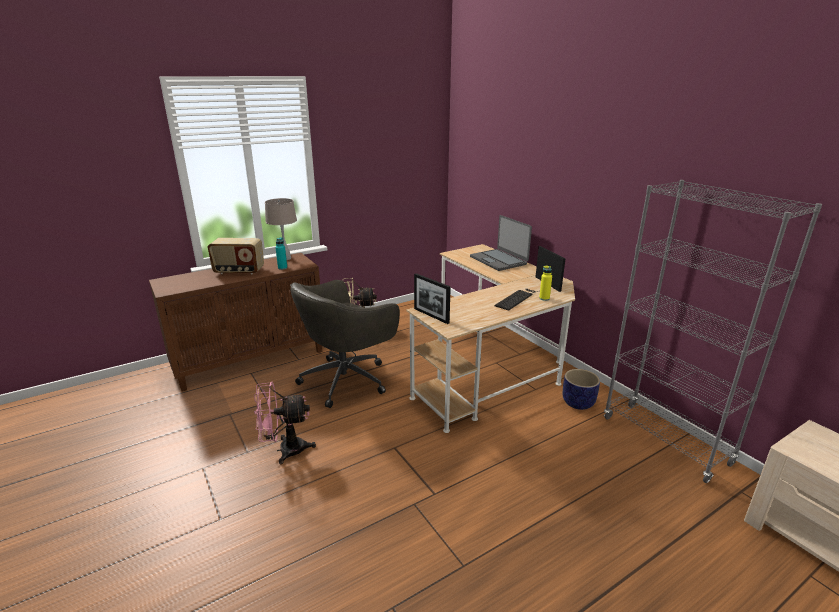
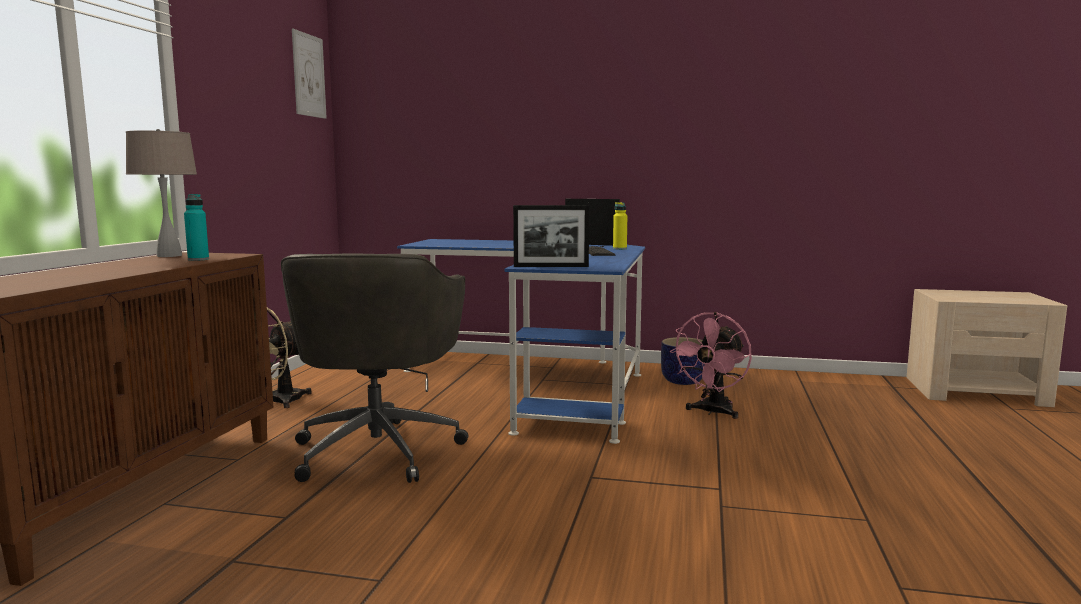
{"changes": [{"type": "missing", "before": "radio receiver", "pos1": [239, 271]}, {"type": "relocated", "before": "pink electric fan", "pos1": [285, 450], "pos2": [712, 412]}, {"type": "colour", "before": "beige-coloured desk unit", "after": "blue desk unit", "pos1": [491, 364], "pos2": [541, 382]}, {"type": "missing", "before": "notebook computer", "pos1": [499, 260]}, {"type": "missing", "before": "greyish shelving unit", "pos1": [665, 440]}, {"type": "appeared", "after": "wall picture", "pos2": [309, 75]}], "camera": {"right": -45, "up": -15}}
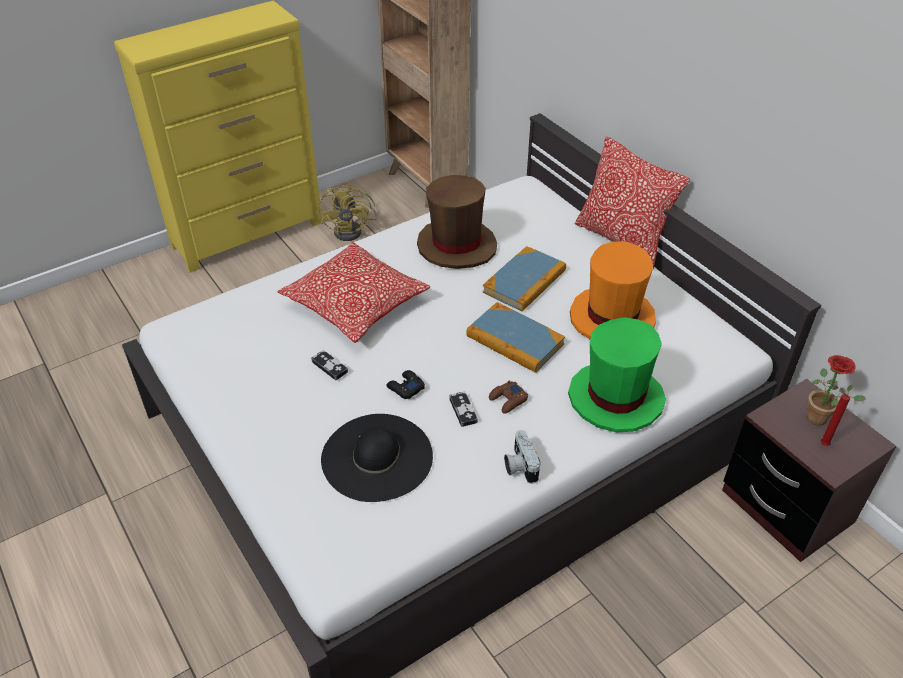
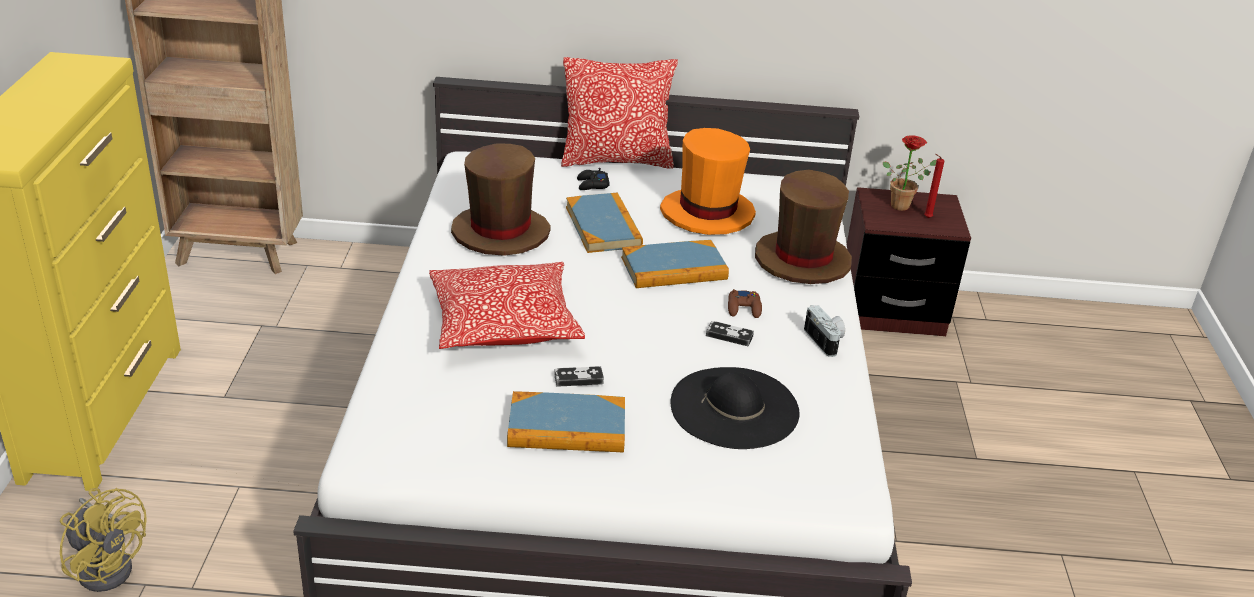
{"changes": [{"type": "relocated", "before": "yellowish electric fan", "pos1": [353, 230], "pos2": [108, 564]}, {"type": "relocated", "before": "black-coloured game controller", "pos1": [405, 388], "pos2": [592, 185]}, {"type": "spun", "before": "still camera", "pos1": [519, 465], "pos2": [826, 341], "turn": -135}, {"type": "colour", "before": "green clothing hat", "after": "brown clothing hat", "pos1": [615, 398], "pos2": [801, 260]}, {"type": "appeared", "after": "volume", "pos2": [567, 427]}], "camera": {"right": -55, "up": -10}}
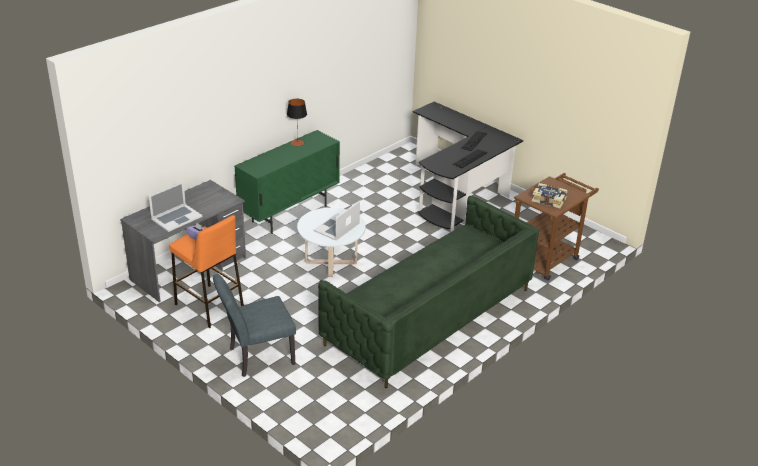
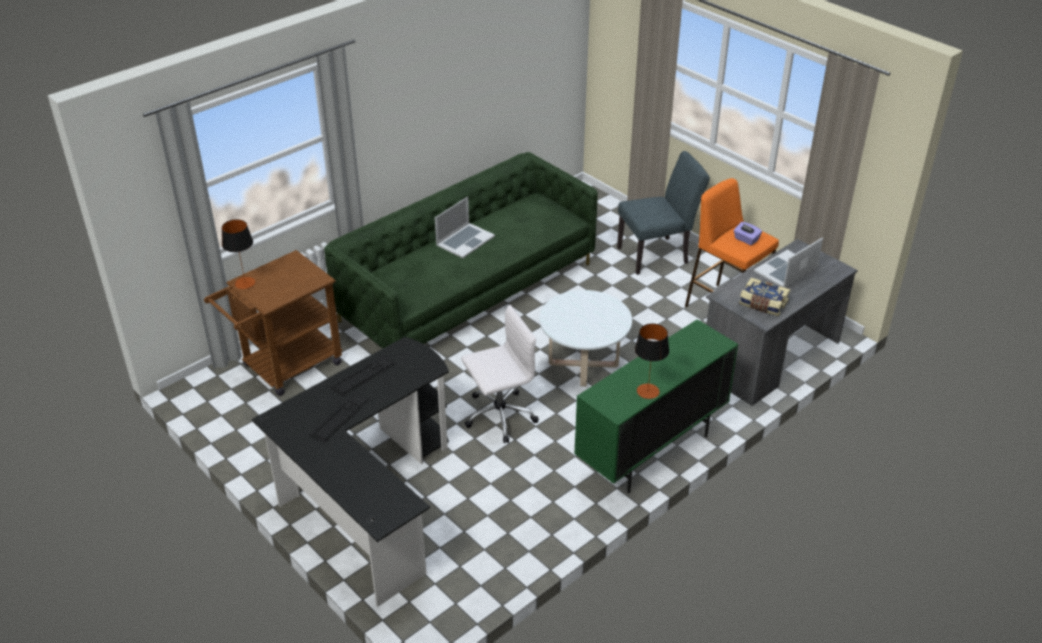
{"changes": [{"type": "relocated", "before": "notebook computer", "pos1": [337, 227], "pos2": [465, 240]}, {"type": "relocated", "before": "volume", "pos1": [549, 200], "pos2": [763, 304]}, {"type": "appeared", "after": "table lamp", "pos2": [245, 283]}, {"type": "appeared", "after": "white-coloured office chair", "pos2": [498, 416]}], "camera": {"right": -175, "up": 5}}
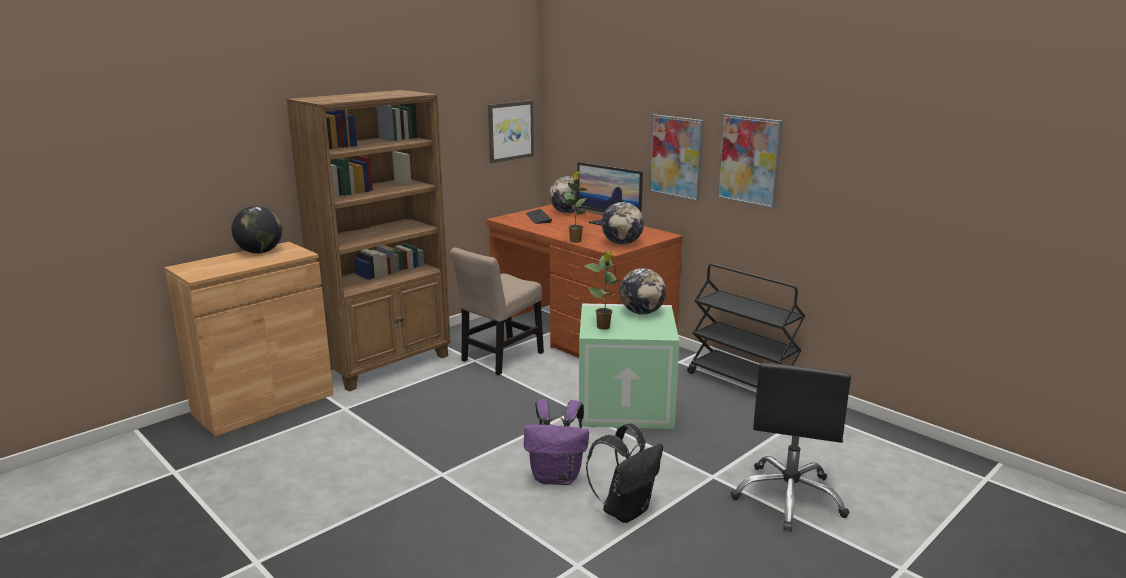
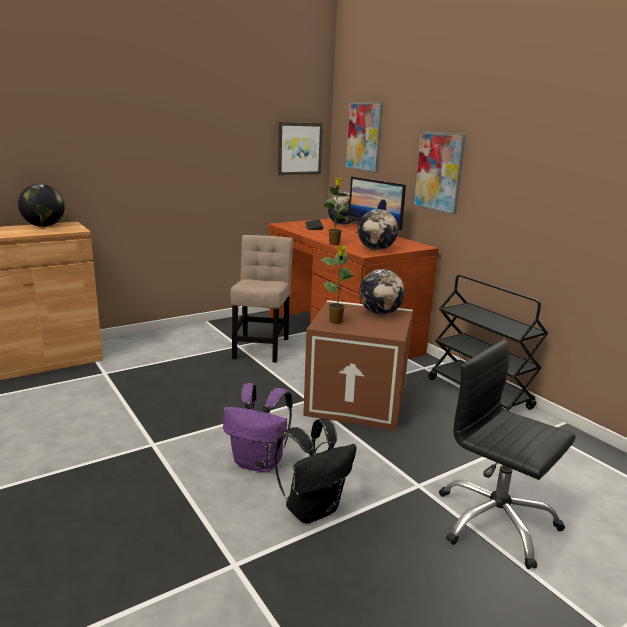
{"changes": [{"type": "missing", "before": "brown shelving unit", "pos1": [387, 364]}, {"type": "spun", "before": "beige-coloured plain chair", "pos1": [500, 358], "pos2": [261, 346], "turn": 135}, {"type": "colour", "before": "green storage container", "after": "brown storage container", "pos1": [626, 404], "pos2": [358, 400]}, {"type": "relocated", "before": "wall picture", "pos1": [749, 160], "pos2": [364, 136]}, {"type": "spun", "before": "black-coloured office chair", "pos1": [789, 497], "pos2": [495, 522], "turn": 105}], "camera": {"right": 10, "up": 0}}
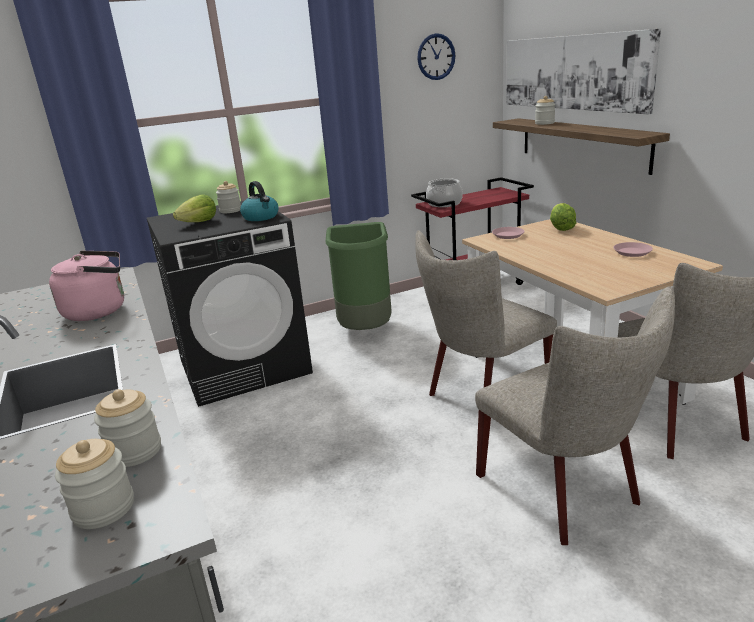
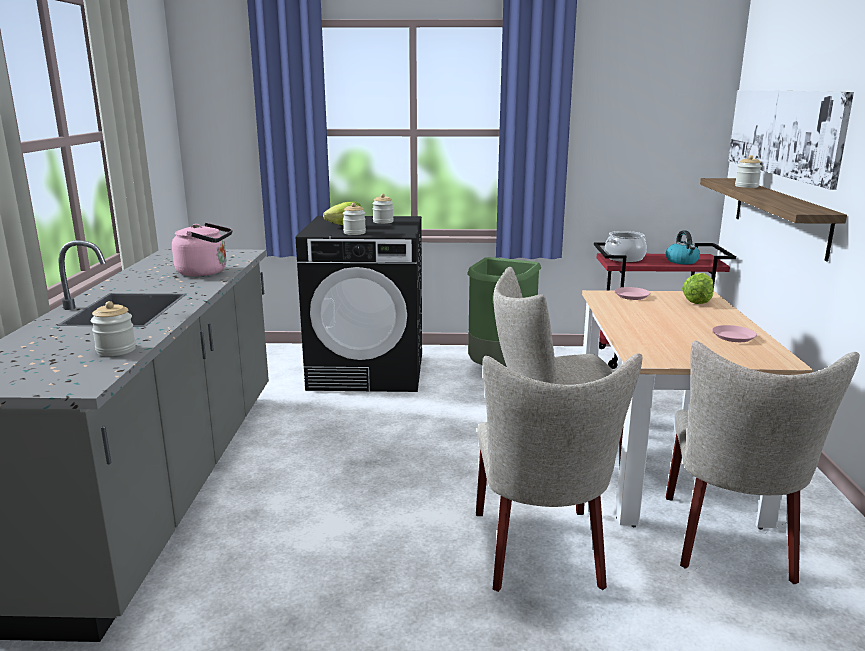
{"changes": [{"type": "relocated", "before": "storage jar", "pos1": [103, 508], "pos2": [354, 233]}, {"type": "relocated", "before": "tea kettle", "pos1": [261, 217], "pos2": [682, 261]}, {"type": "missing", "before": "hanging clock", "pos1": [436, 57]}], "camera": {"right": 25, "up": -5}}
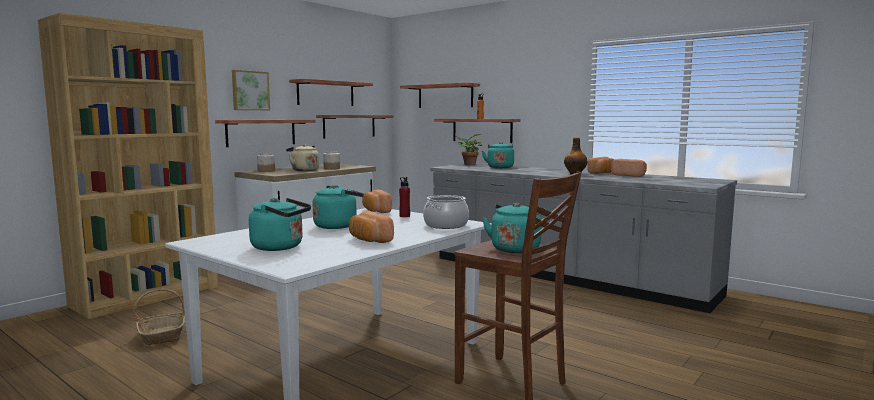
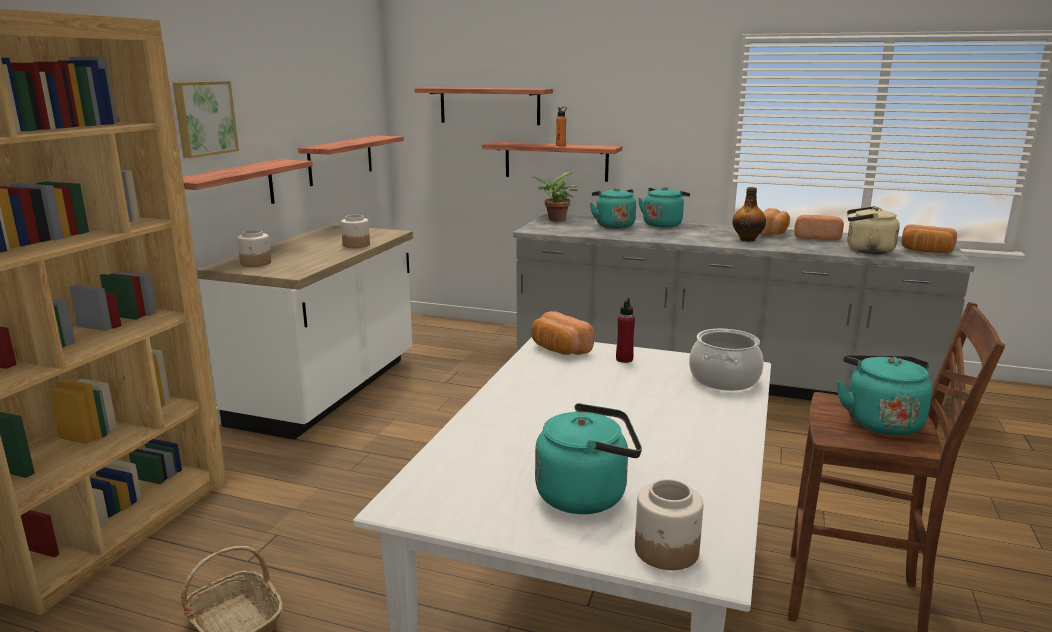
{"changes": [{"type": "relocated", "before": "beige-coloured tea kettle", "pos1": [304, 170], "pos2": [866, 251]}, {"type": "missing", "before": "bracket shelf", "pos1": [326, 93]}, {"type": "relocated", "before": "turquoise tea kettle", "pos1": [338, 226], "pos2": [663, 224]}, {"type": "relocated", "before": "bread", "pos1": [369, 240], "pos2": [925, 252]}, {"type": "appeared", "after": "storage jar", "pos2": [667, 551]}], "camera": {"right": -20, "up": 10}}
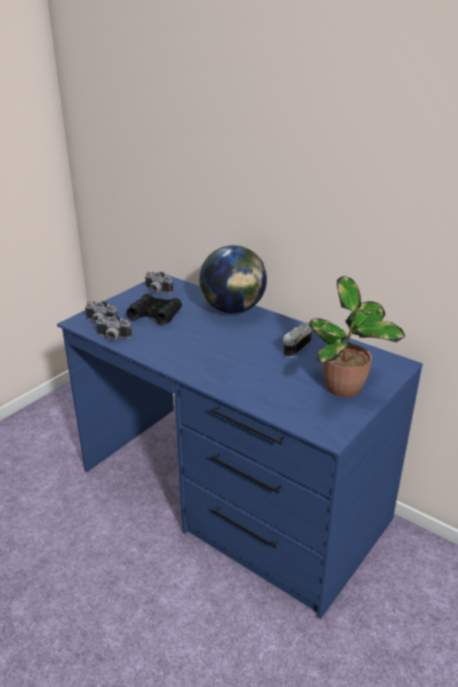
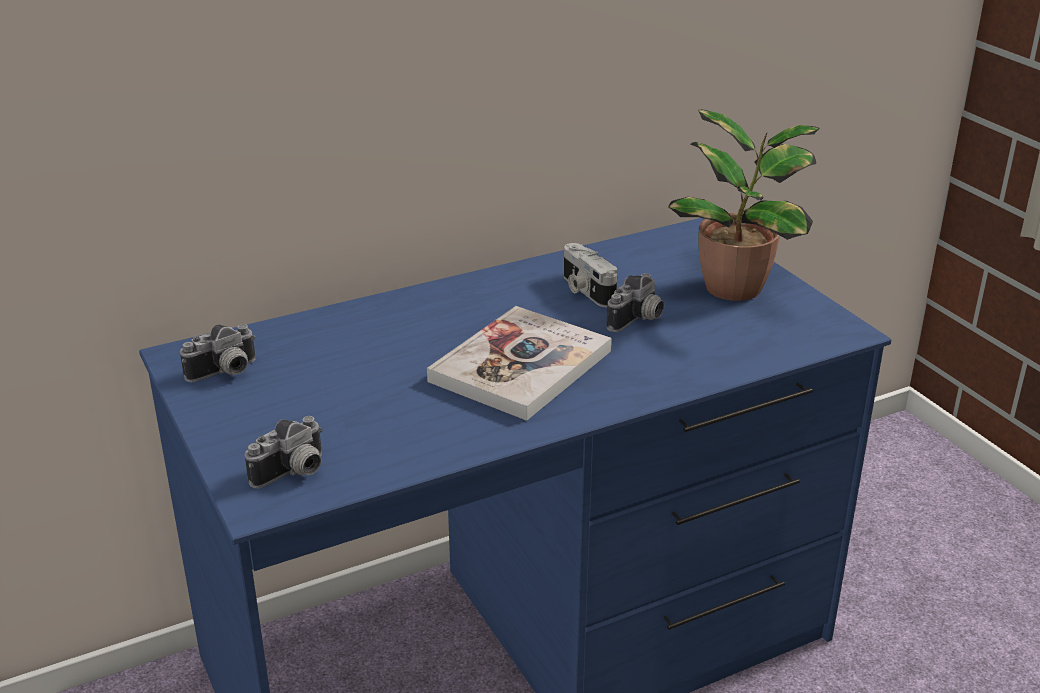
{"changes": [{"type": "relocated", "before": "still camera", "pos1": [112, 337], "pos2": [638, 320]}, {"type": "missing", "before": "black-coloured pair of binoculars", "pos1": [155, 315]}, {"type": "missing", "before": "desk globe", "pos1": [233, 310]}, {"type": "appeared", "after": "volume", "pos2": [520, 366]}], "camera": {"right": -65, "up": 0}}
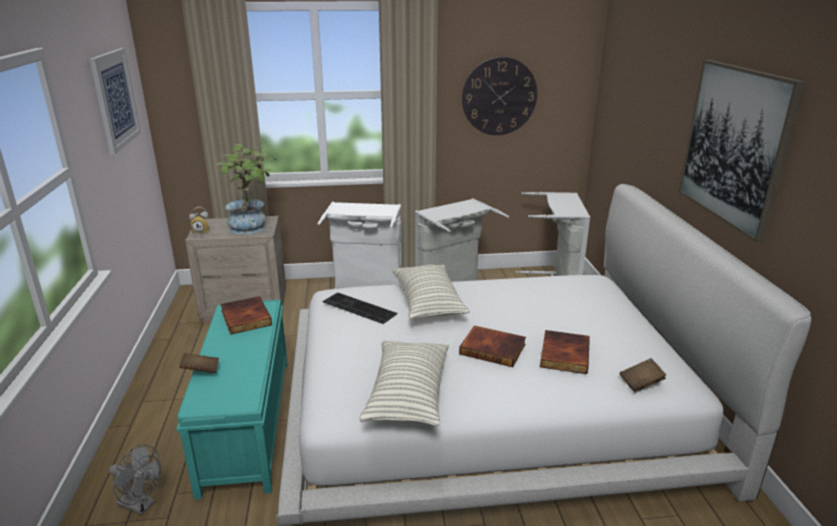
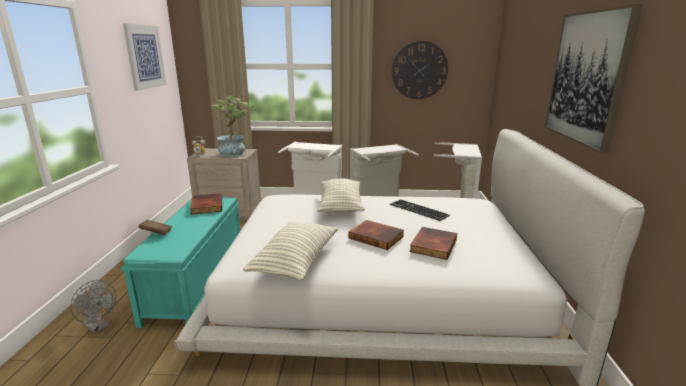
{"changes": [{"type": "relocated", "before": "computer keyboard", "pos1": [357, 308], "pos2": [417, 210]}, {"type": "missing", "before": "brown volume", "pos1": [641, 383]}], "camera": {"right": 10, "up": -5}}
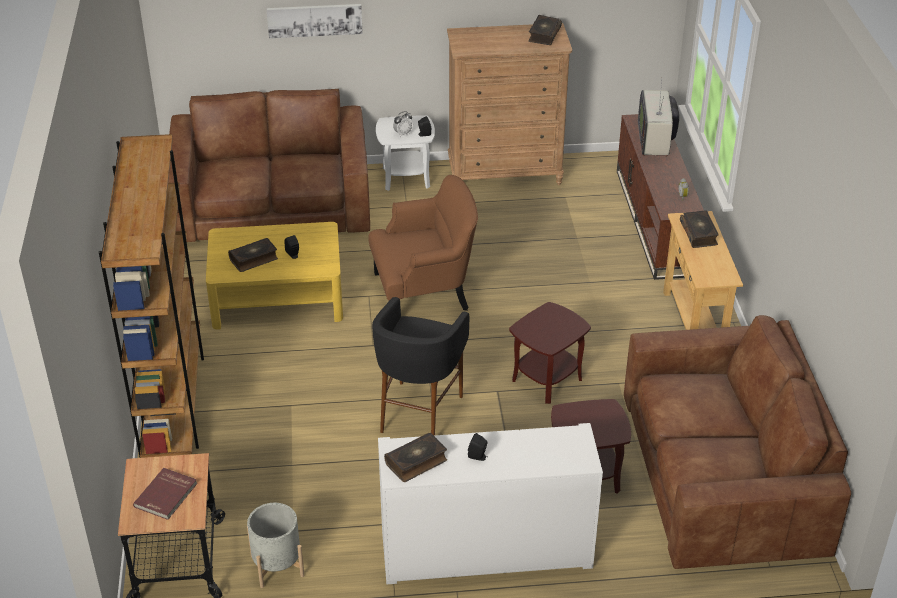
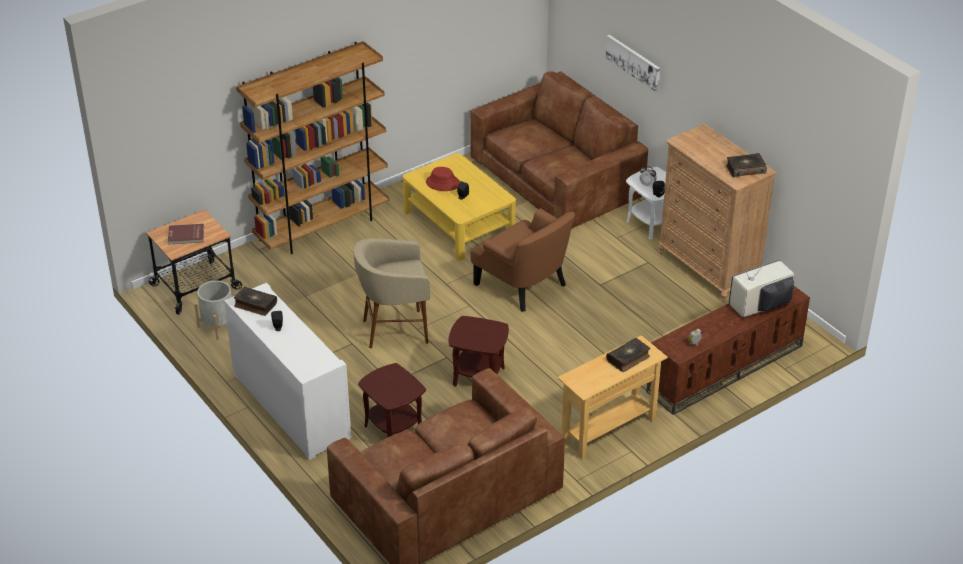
{"changes": [{"type": "exchanged", "before": "volume", "after": "reddish clothing hat", "pos1": [254, 259], "pos2": [442, 183]}, {"type": "colour", "before": "black-coloured stool seat", "after": "beige-coloured stool seat", "pos1": [419, 413], "pos2": [394, 330]}], "camera": {"right": 60, "up": 0}}
